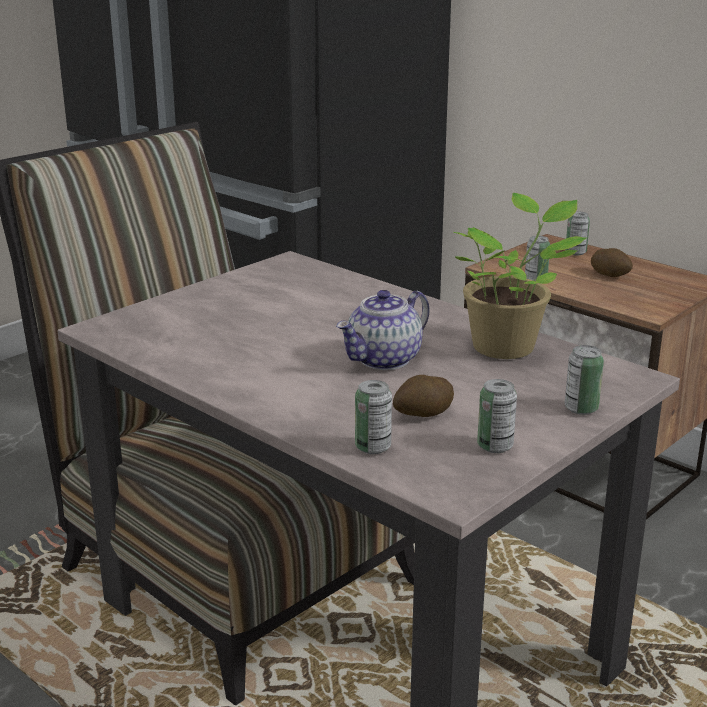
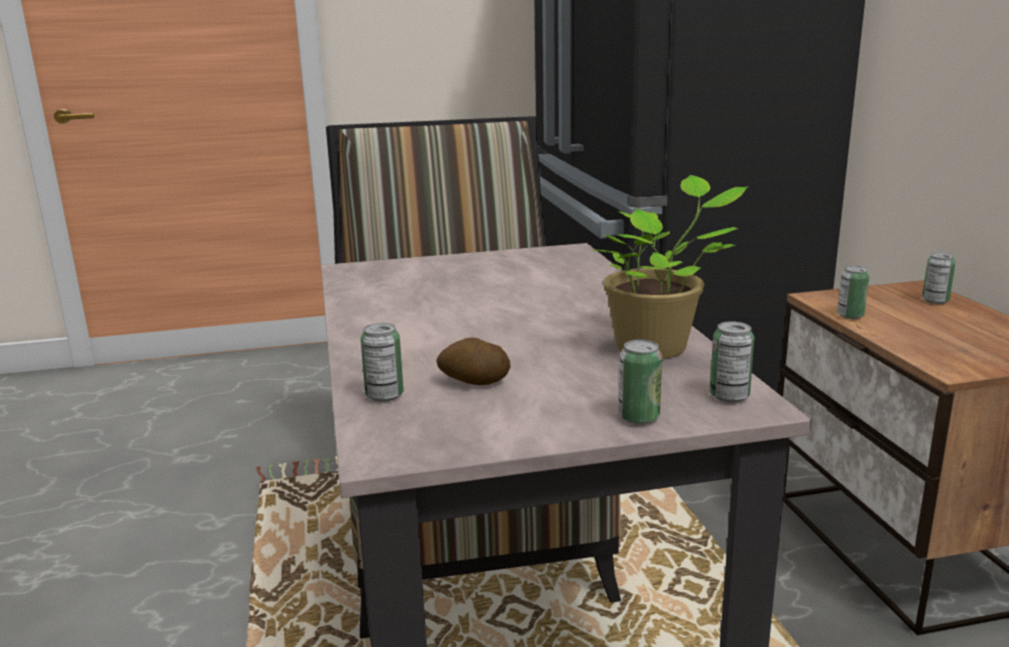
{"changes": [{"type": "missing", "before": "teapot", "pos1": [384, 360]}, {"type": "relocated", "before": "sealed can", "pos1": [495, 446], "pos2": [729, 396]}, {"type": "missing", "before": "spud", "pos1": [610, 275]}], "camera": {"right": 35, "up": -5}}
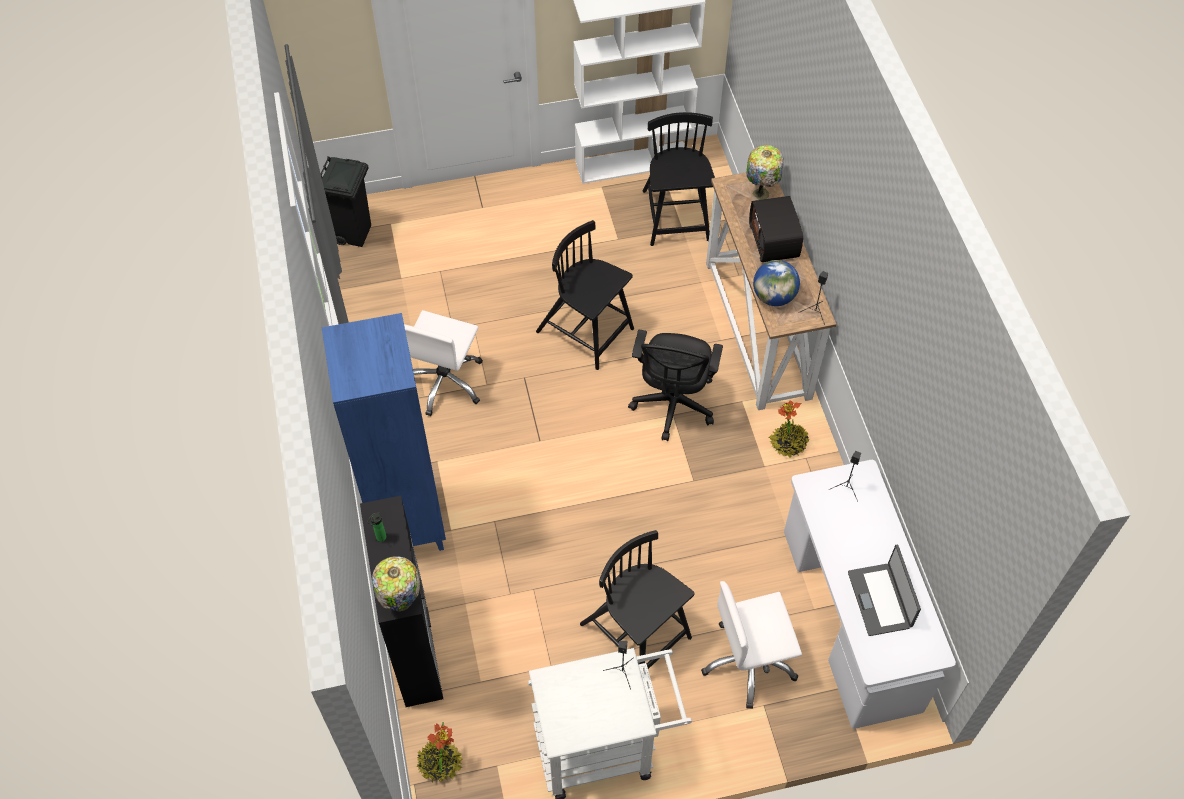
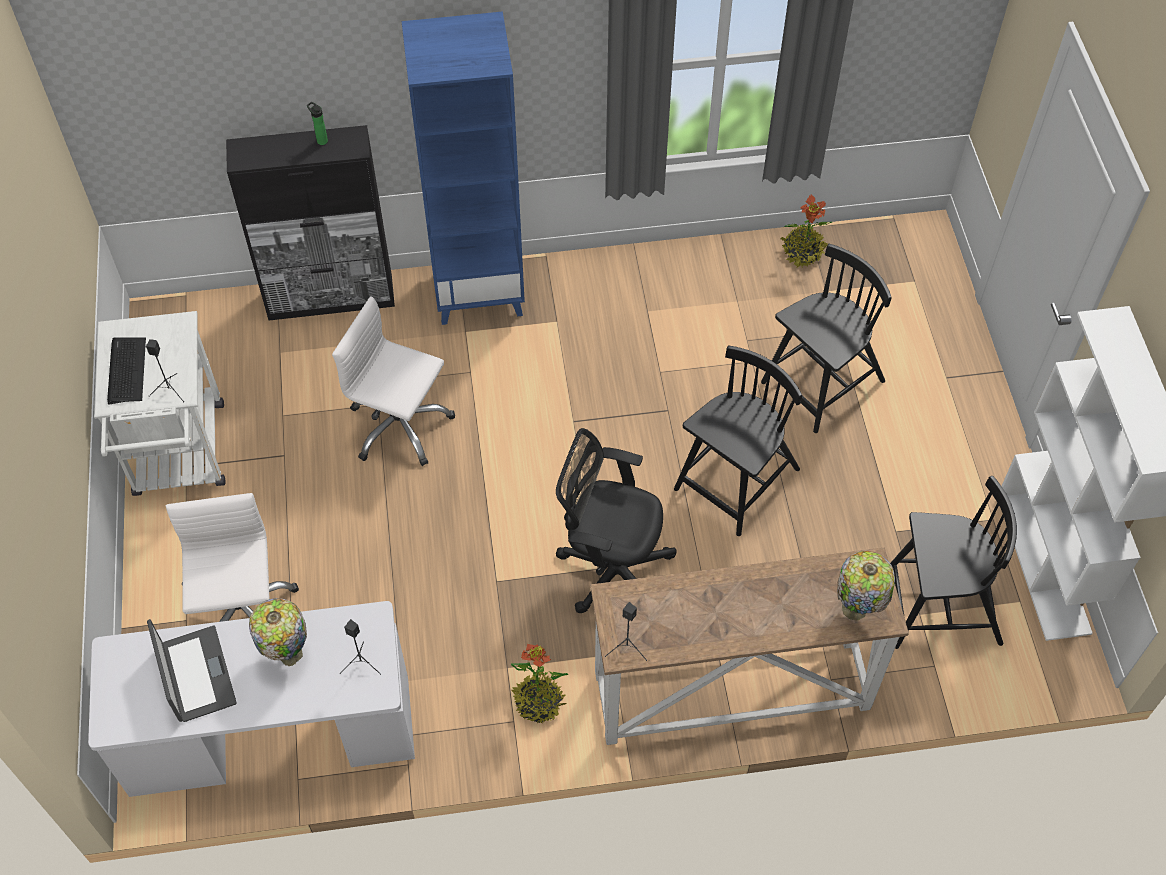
{"changes": [{"type": "missing", "before": "black-coloured trash can", "pos1": [354, 233]}, {"type": "relocated", "before": "table lamp", "pos1": [401, 603], "pos2": [288, 653]}, {"type": "relocated", "before": "white-coloured office chair", "pos1": [445, 382], "pos2": [399, 426]}, {"type": "relocated", "before": "houseplant", "pos1": [440, 763], "pos2": [802, 252]}, {"type": "relocated", "before": "black-coloured plain chair", "pos1": [637, 633], "pos2": [821, 384]}, {"type": "missing", "before": "radio receiver", "pos1": [775, 240]}, {"type": "missing", "before": "desk globe", "pos1": [773, 297]}, {"type": "spun", "before": "notebook computer", "pos1": [880, 599], "pos2": [196, 675], "turn": 75}, {"type": "appeared", "after": "computer keyboard", "pos2": [126, 370]}], "camera": {"right": 95, "up": 0}}
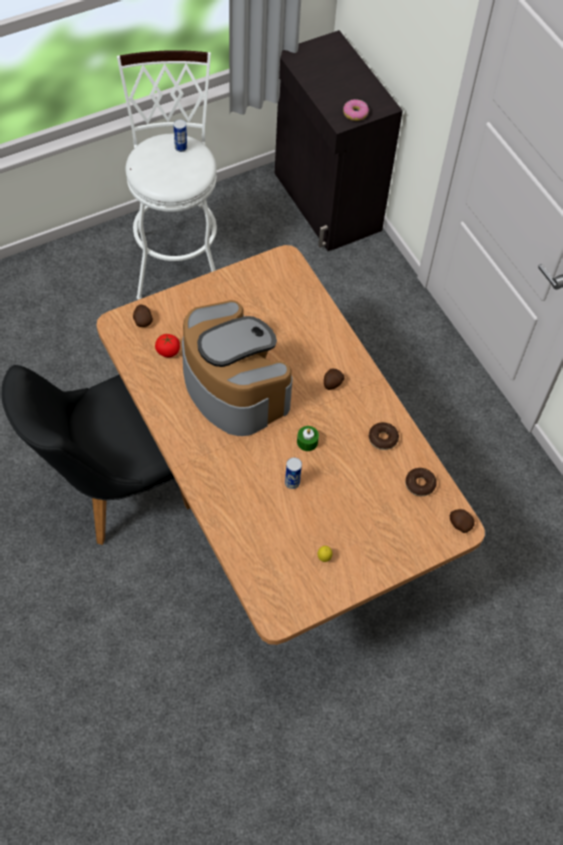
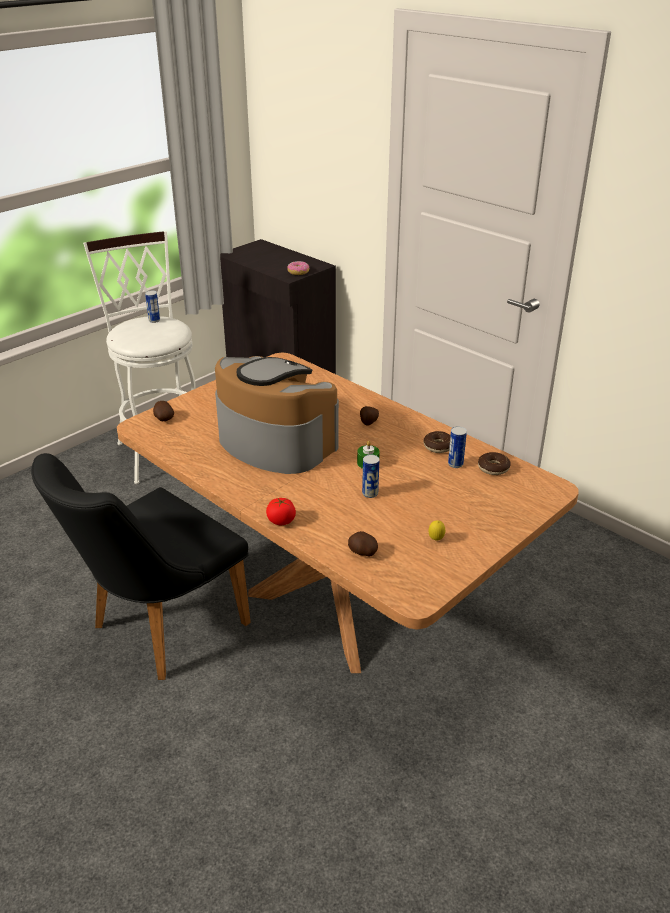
{"changes": [{"type": "relocated", "before": "tomato", "pos1": [168, 351], "pos2": [281, 521]}, {"type": "relocated", "before": "spud", "pos1": [459, 524], "pos2": [362, 552]}, {"type": "appeared", "after": "sealed can", "pos2": [455, 464]}], "camera": {"right": -15, "up": -25}}
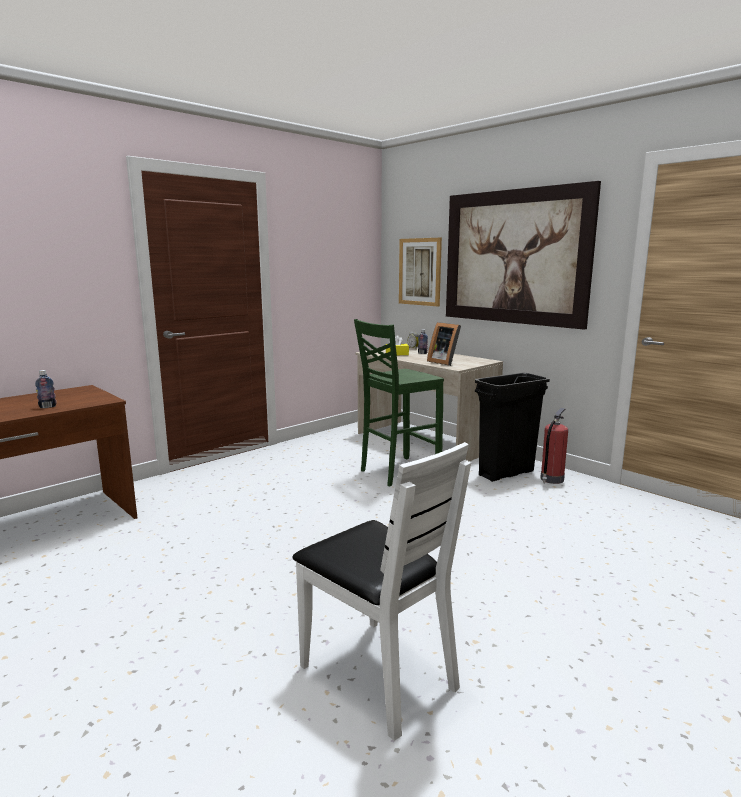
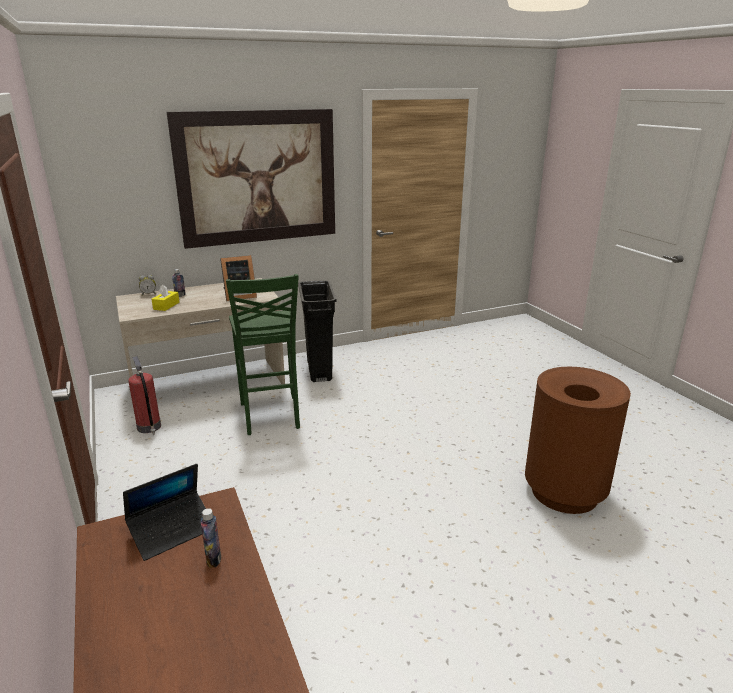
{"changes": [{"type": "exchanged", "before": "white-coloured plain chair", "after": "brown trash can", "pos1": [378, 674], "pos2": [564, 492]}, {"type": "missing", "before": "wall picture", "pos1": [419, 272]}, {"type": "relocated", "before": "fire-fighting cylinder", "pos1": [551, 479], "pos2": [149, 427]}, {"type": "appeared", "after": "notebook computer", "pos2": [172, 530]}], "camera": {"right": -70, "up": 10}}
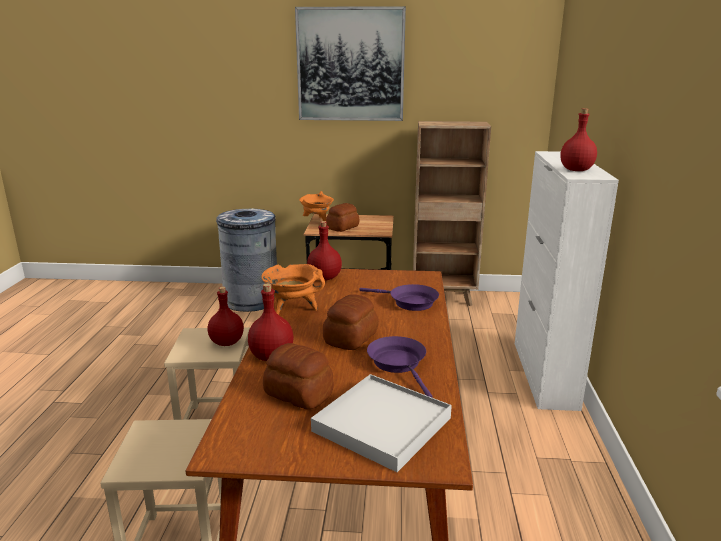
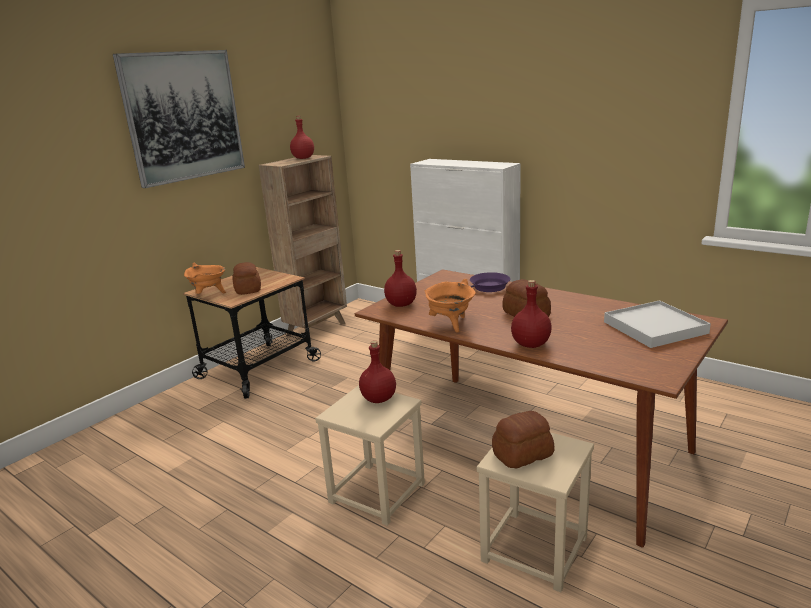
{"changes": [{"type": "missing", "before": "greyish trash can", "pos1": [251, 300]}, {"type": "relocated", "before": "bread", "pos1": [299, 393], "pos2": [521, 454]}, {"type": "missing", "before": "purple-coloured skillet", "pos1": [399, 364]}, {"type": "relocated", "before": "reddish bottle", "pos1": [577, 170], "pos2": [303, 158]}], "camera": {"right": -55, "up": 0}}
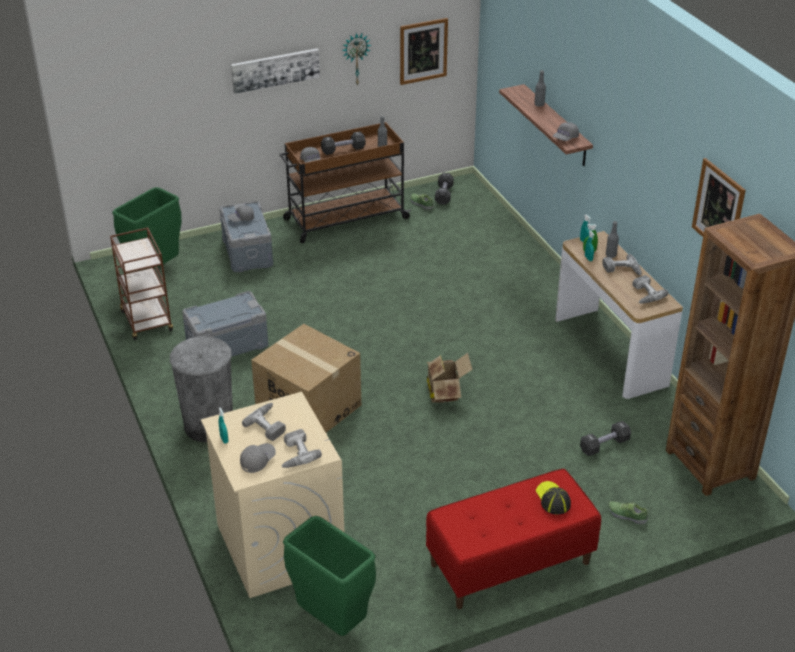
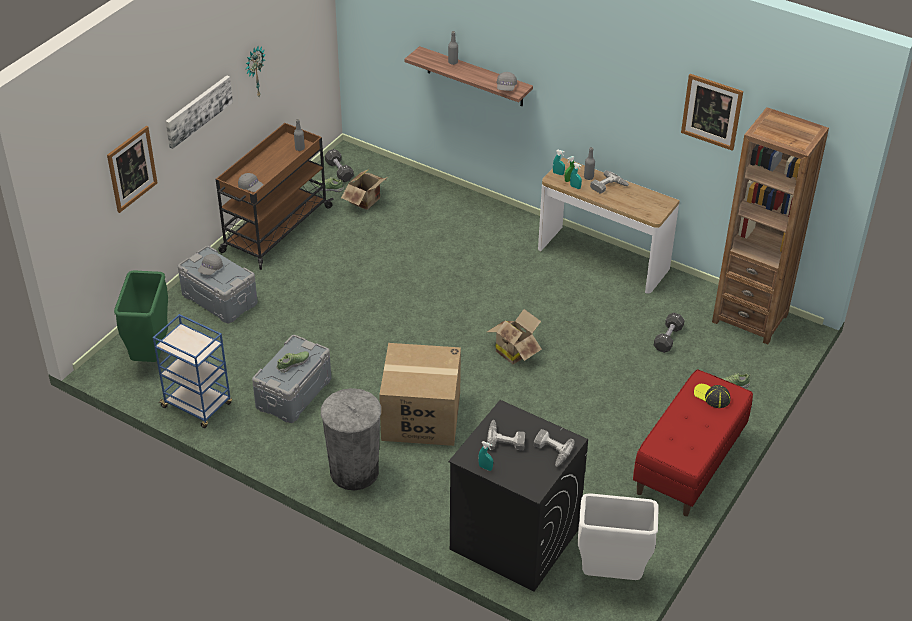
{"changes": [{"type": "colour", "before": "brown wheeled cart", "after": "blue wheeled cart", "pos1": [147, 322], "pos2": [198, 406]}, {"type": "colour", "before": "beige-coloured laundry machine", "after": "black-coloured laundry machine", "pos1": [279, 545], "pos2": [513, 539]}, {"type": "missing", "before": "greyish baseball cap", "pos1": [258, 461]}, {"type": "colour", "before": "green trash can", "after": "white-coloured trash can", "pos1": [333, 621], "pos2": [611, 574]}, {"type": "missing", "before": "black-coloured hand weight", "pos1": [343, 150]}, {"type": "relocated", "before": "wall picture", "pos1": [423, 51], "pos2": [131, 169]}, {"type": "missing", "before": "power drill", "pos1": [644, 294]}, {"type": "appeared", "after": "low shoe", "pos2": [293, 364]}, {"type": "appeared", "after": "packing box", "pos2": [367, 201]}], "camera": {"right": -35, "up": 5}}
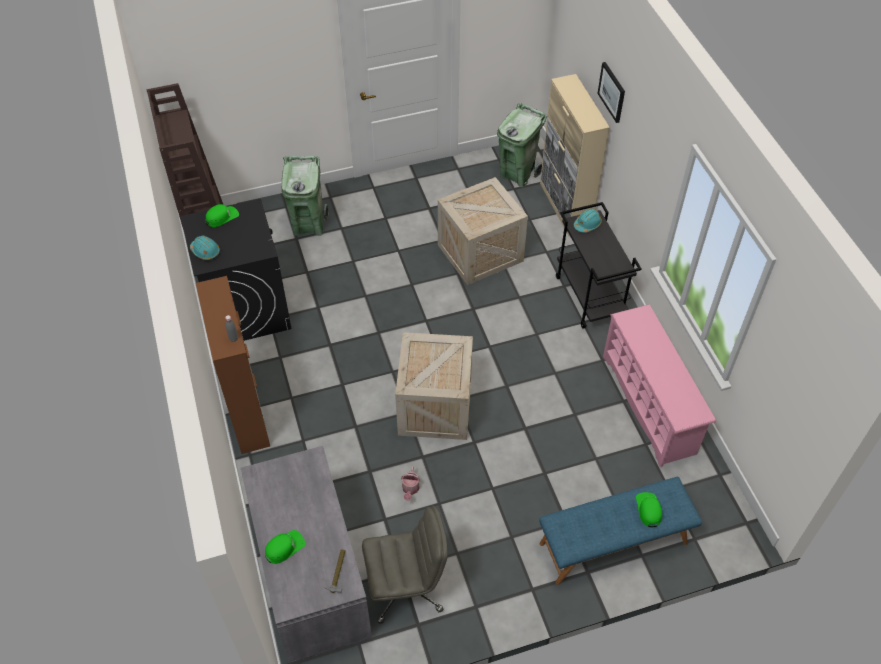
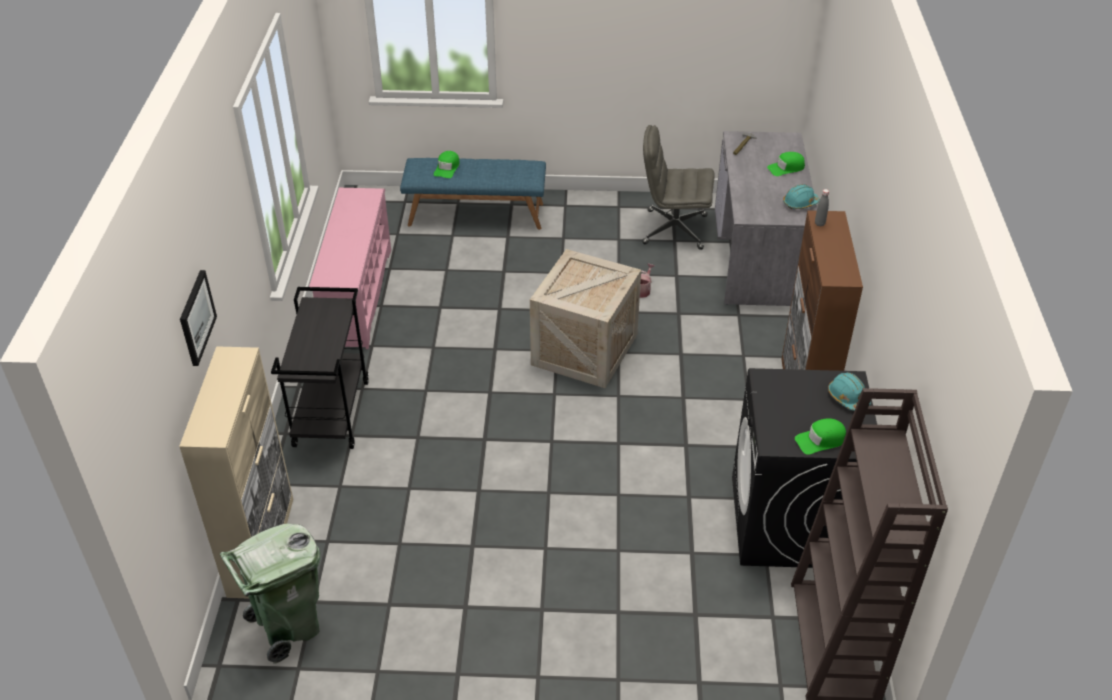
{"changes": [{"type": "missing", "before": "green trash can", "pos1": [308, 225]}, {"type": "missing", "before": "packing crate", "pos1": [480, 252]}, {"type": "relocated", "before": "turquoise hard hat", "pos1": [587, 224], "pos2": [800, 203]}], "camera": {"right": -160, "up": -10}}
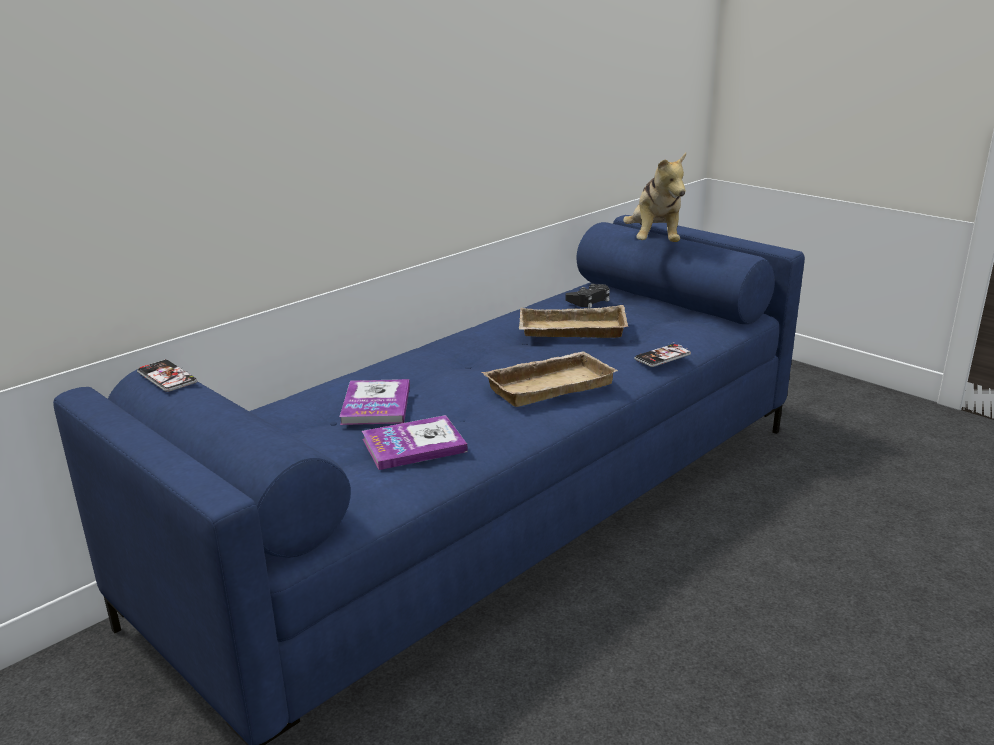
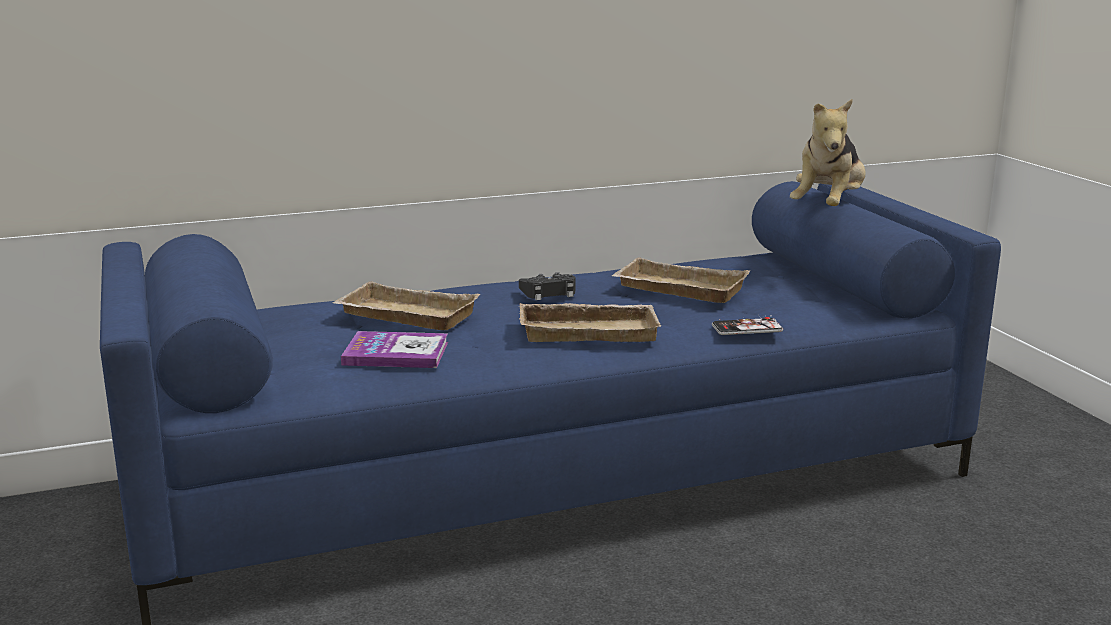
{"changes": [{"type": "missing", "before": "telephone", "pos1": [167, 377]}, {"type": "exchanged", "before": "volume", "after": "beige-coloured serving tray", "pos1": [376, 404], "pos2": [404, 316]}, {"type": "relocated", "before": "black-coloured game controller", "pos1": [589, 301], "pos2": [549, 293]}], "camera": {"right": 25, "up": -5}}
